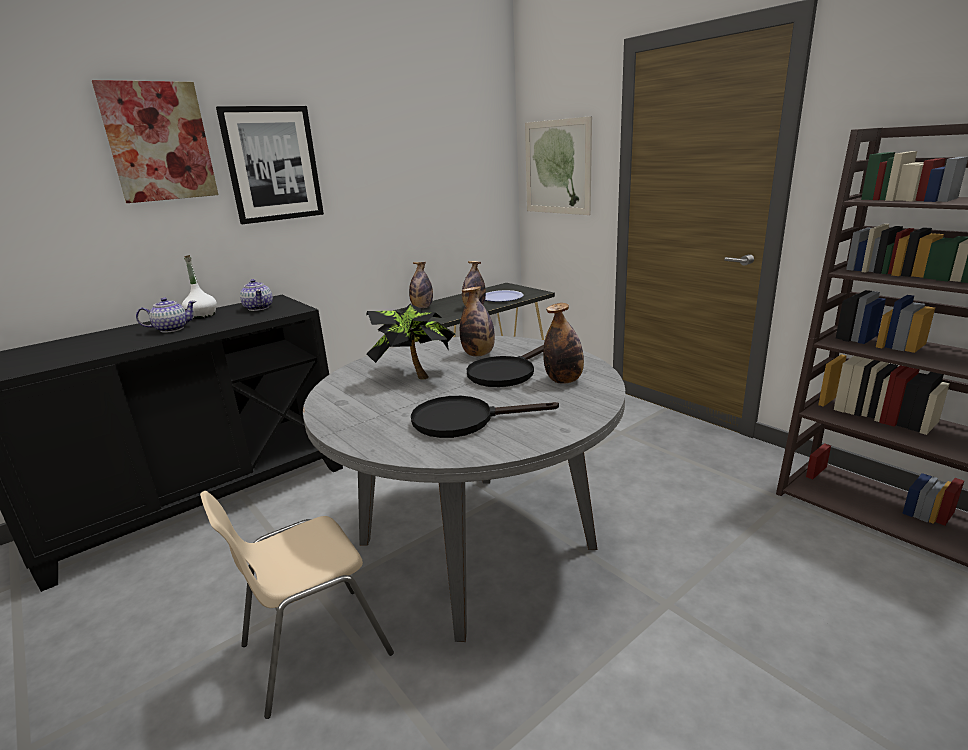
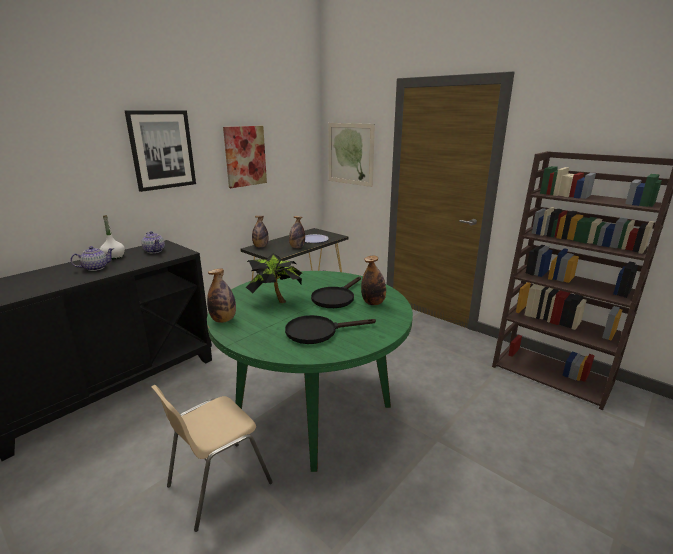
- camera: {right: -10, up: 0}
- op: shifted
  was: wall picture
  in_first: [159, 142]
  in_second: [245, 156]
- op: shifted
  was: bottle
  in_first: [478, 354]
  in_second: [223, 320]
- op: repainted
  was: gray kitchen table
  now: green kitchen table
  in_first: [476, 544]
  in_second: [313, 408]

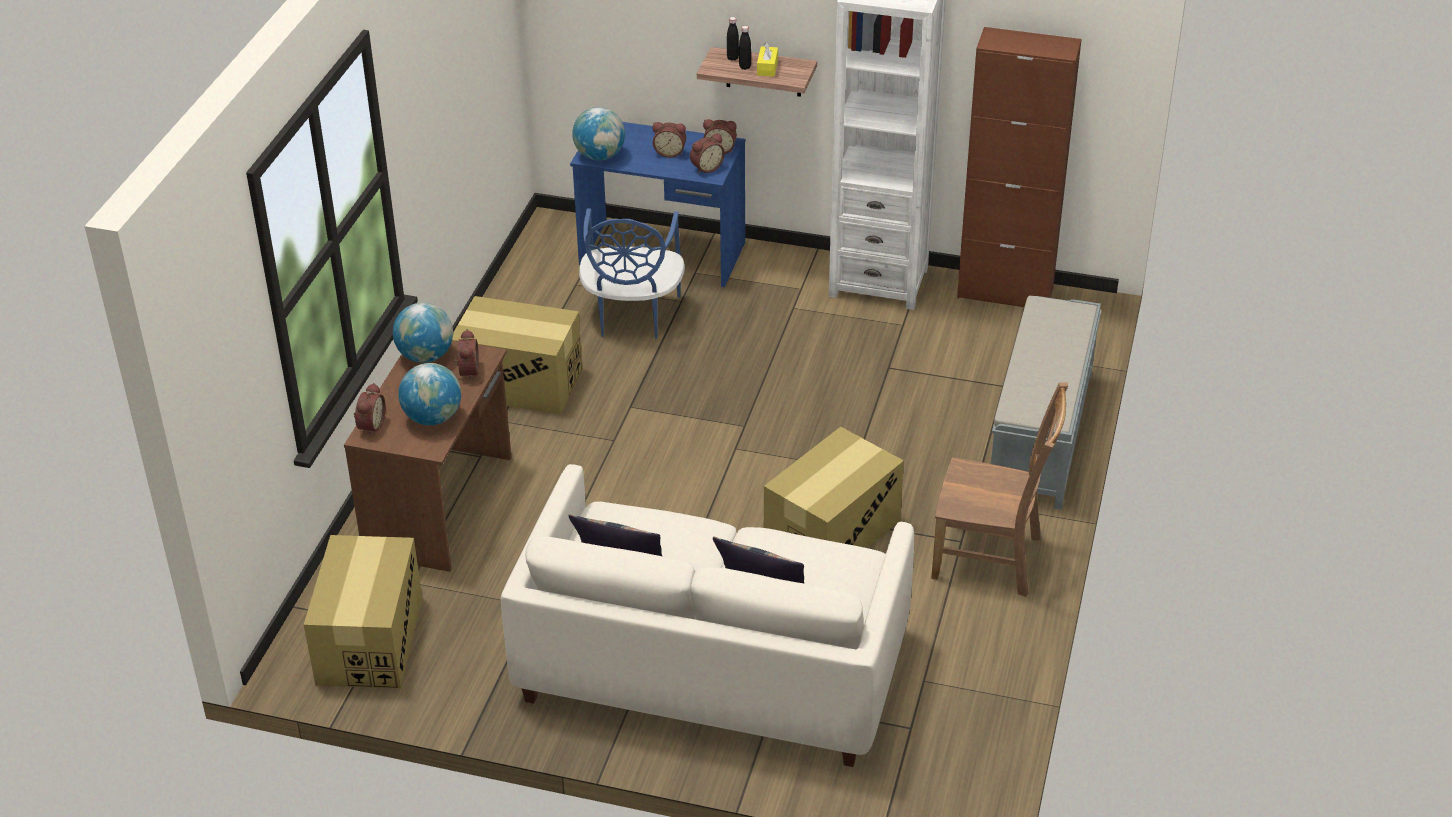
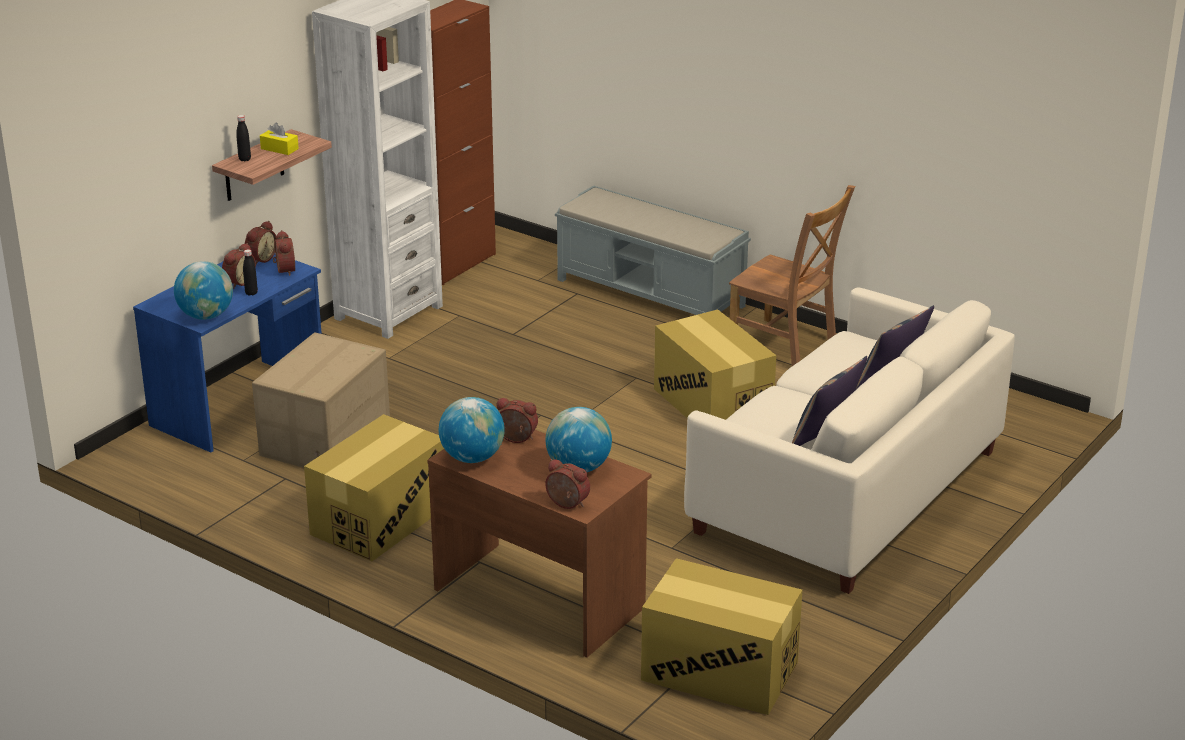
- camera: {right: -70, up: -10}
- op: shifted
  was: black-coloured bottle
  in_first: [745, 67]
  in_second: [251, 293]
- op: swapped
  was: blue chair
  now: carton
  in_first: [632, 316]
  in_second: [326, 439]
- op: rotated
  was: brown-coloured chair
  in_first: [991, 559]
  in_second: [786, 346]
  clockwise: 90

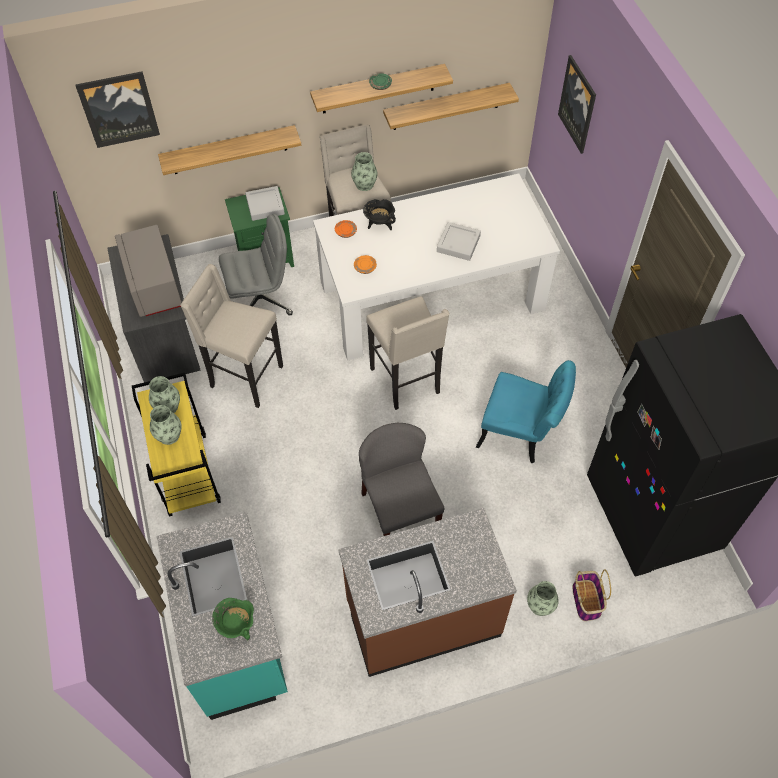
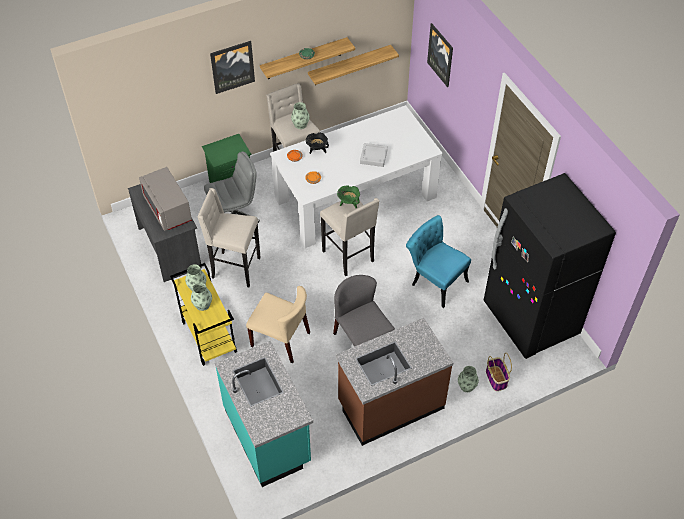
- camera: {right: -10, up: -5}
- op: gone
  was: wall shelf
  in_first: [229, 150]
- op: gone
  was: gray serving tray
  in_first: [265, 206]
- op: new
  now: beige chair
  in_second: [281, 339]
- op: shifted
  was: wall picture
  in_first: [118, 109]
  in_second: [232, 66]
- op: shifted
  was: green cooking pot
  in_first: [237, 626]
  in_second: [348, 203]
- op: rotated
  was: turquoise chair
  in_first: [521, 434]
  in_second: [434, 280]
  clockwise: -150

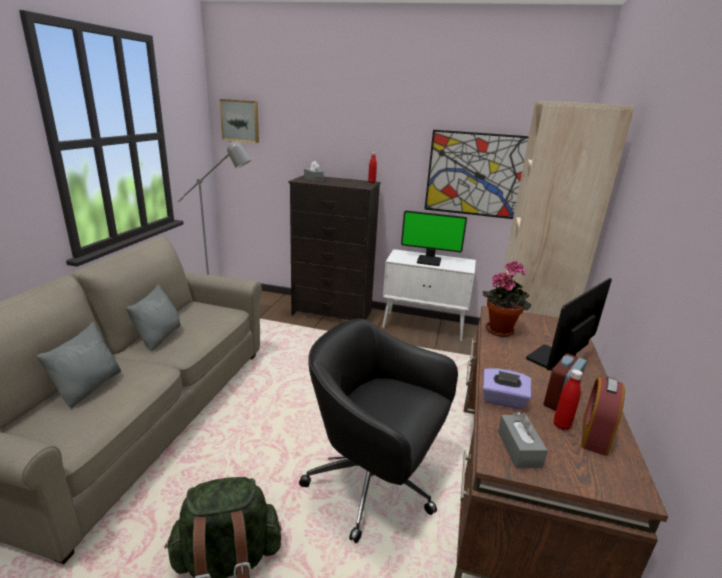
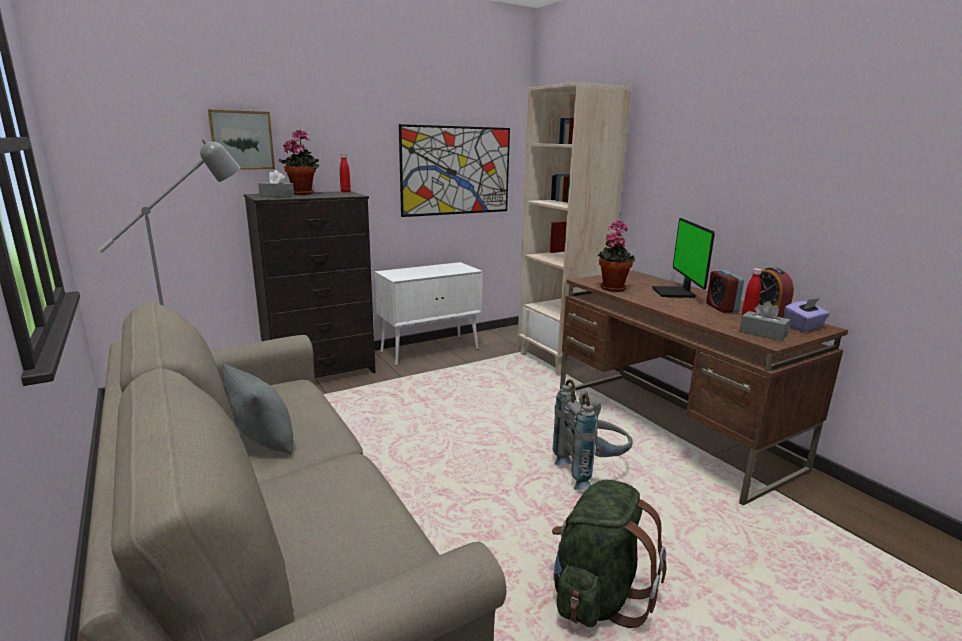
- camera: {right: -45, up: -5}
- op: gone
  was: gray pillow
  in_first: [89, 387]
- op: gone
  was: computer screen
  in_first: [429, 260]
- op: new
  now: plant in a pot
  in_second: [303, 193]
- op: shifted
  was: wall picture
  in_first: [240, 120]
  in_second: [242, 140]
- op: shifted
  was: purple-coloured tissue box
  in_first: [503, 400]
  in_second: [803, 327]
- op: swapped
  was: black-coloured office chair
  now: gray backpack
  in_first: [374, 484]
  in_second: [590, 472]

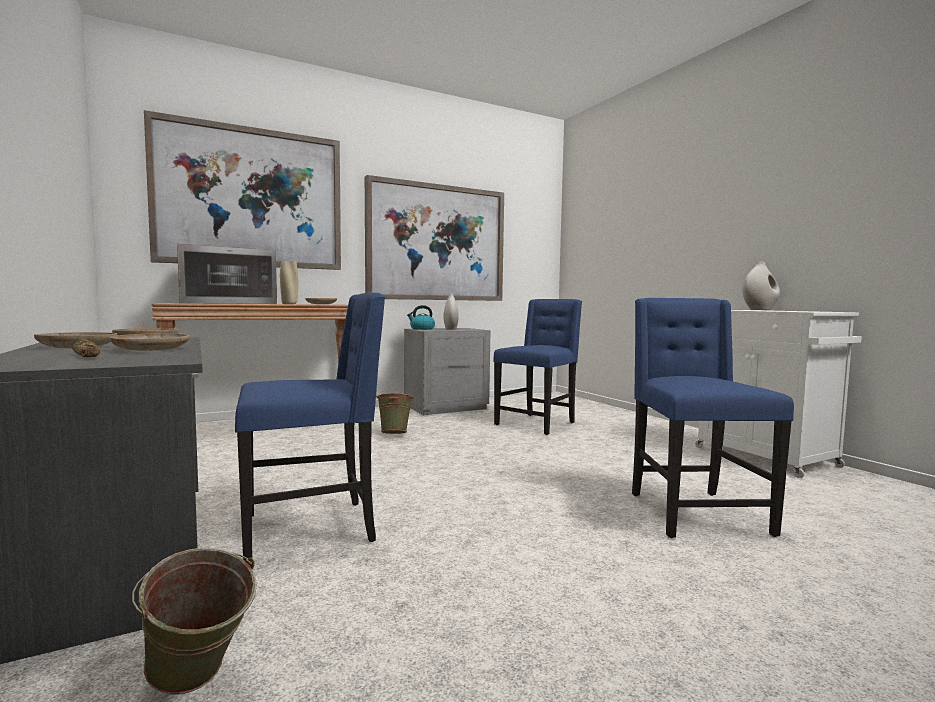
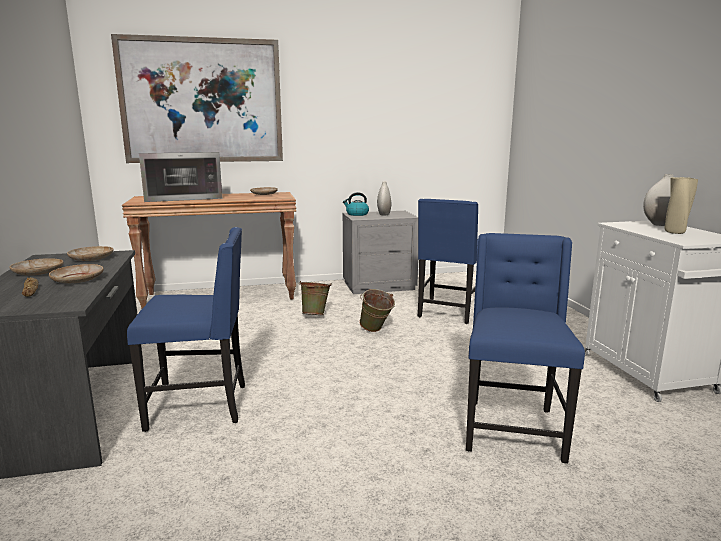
- camera: {right: 15, up: 10}
- op: gone
  was: wall picture
  in_first: [436, 243]
- op: shifted
  was: green water bucket
  in_first: [198, 685]
  in_second: [376, 331]
- op: shifted
  was: beige vase
  in_first: [289, 304]
  in_second: [675, 232]
- op: rotated
  was: blue chair
  in_first: [537, 423]
  in_second: [449, 312]
  clockwise: 150

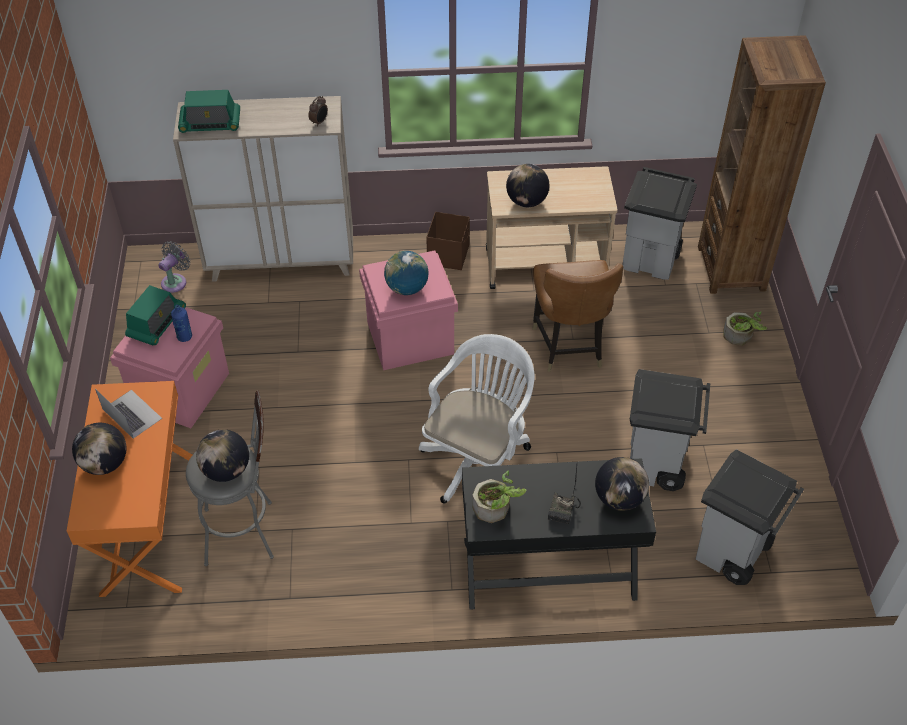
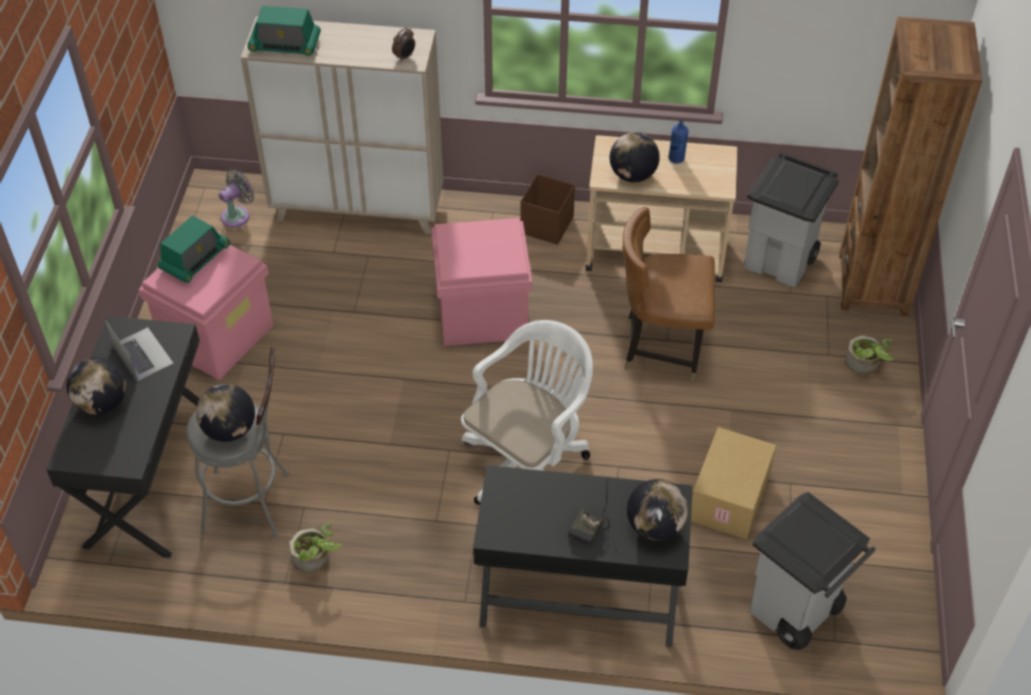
- camera: {right: 10, up: 0}
- op: gone
  was: world globe
  in_first: [407, 288]
- op: shifted
  was: blue bottle
  in_first: [185, 337]
  in_second: [676, 159]
- op: shifted
  was: plant in a pot
  in_first: [496, 508]
  in_second: [315, 559]
- op: swapped
  was: gray rubbish bin
  now: carton
  in_first: [656, 465]
  in_second: [730, 498]
- op: repainted
  was: orange desk unit
  now: black-coloured desk unit
  in_first: [147, 523]
  in_second: [150, 477]
- op: rotated
  was: brown-coloured chair
  in_first: [569, 346]
  in_second: [661, 348]
  clockwise: 90

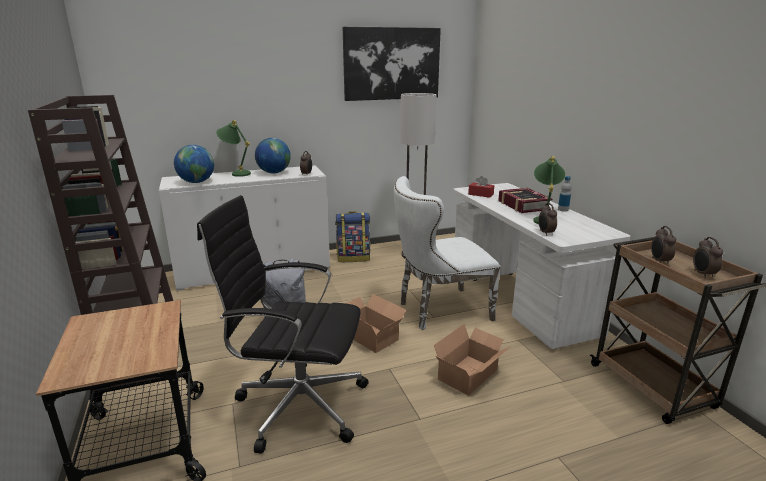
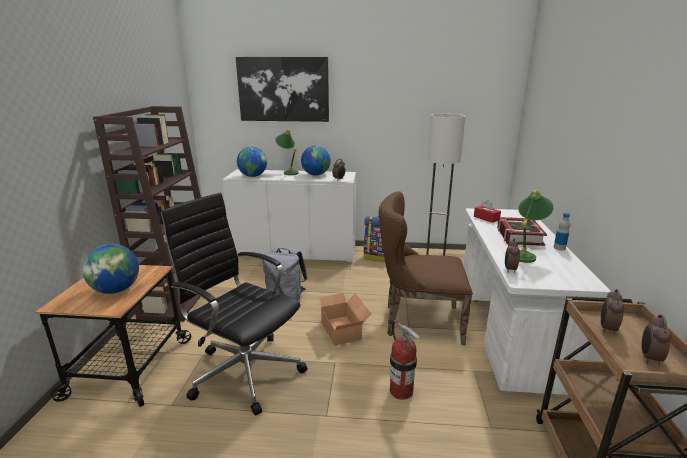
- camera: {right: 25, up: 0}
- op: new
  now: world globe
  in_second: [116, 290]
- op: shifted
  was: wall picture
  in_first: [392, 64]
  in_second: [283, 89]
- op: swapped
  was: carton
  now: fire extinguisher
  in_first: [470, 375]
  in_second: [401, 391]
- op: repainted
  was: white-coloured chair
  now: brown-coloured chair
  in_first: [438, 311]
  in_second: [417, 322]

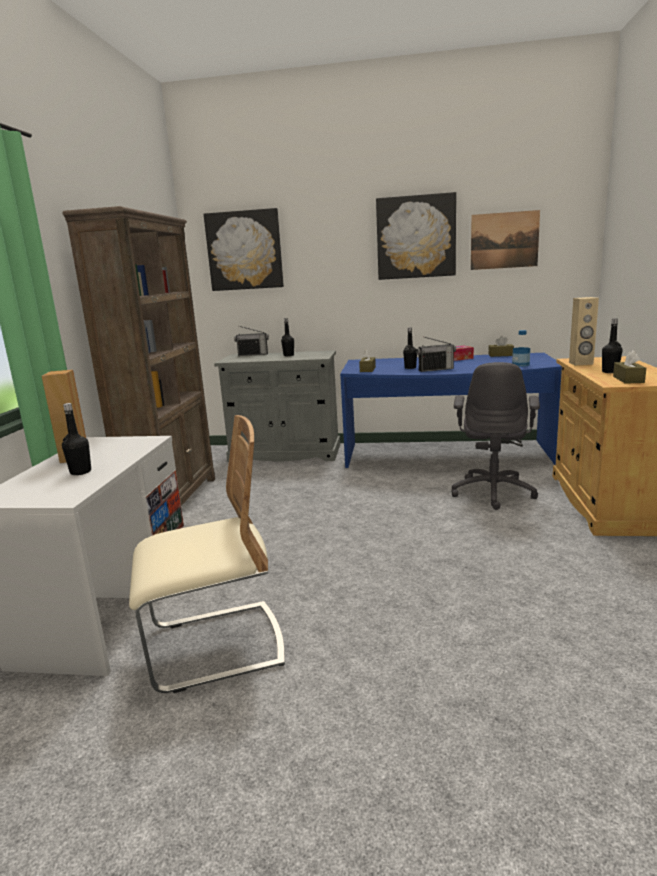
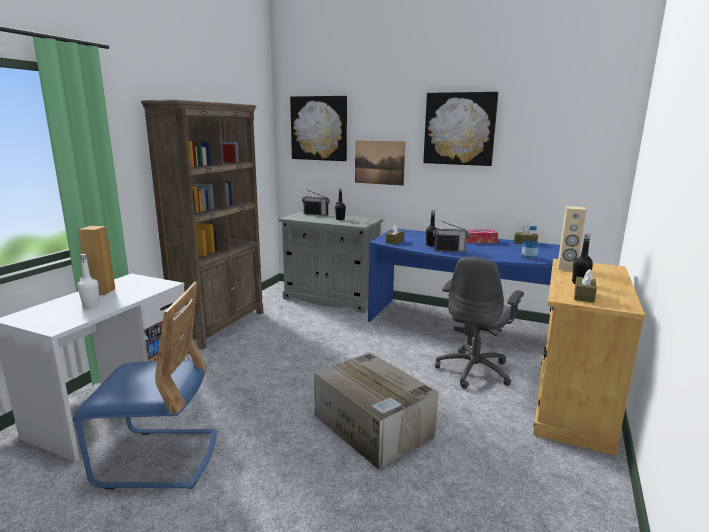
- camera: {right: 15, up: 0}
- op: new
  now: carton
  in_second: [374, 426]
- op: shifted
  was: wall picture
  in_first: [504, 240]
  in_second: [379, 162]
- op: repainted
  was: black-coloured bottle
  now: white-coloured bottle
  in_first: [80, 472]
  in_second: [91, 305]
- op: repainted
  was: beige chair
  now: blue chair
  in_first: [215, 646]
  in_second: [158, 458]

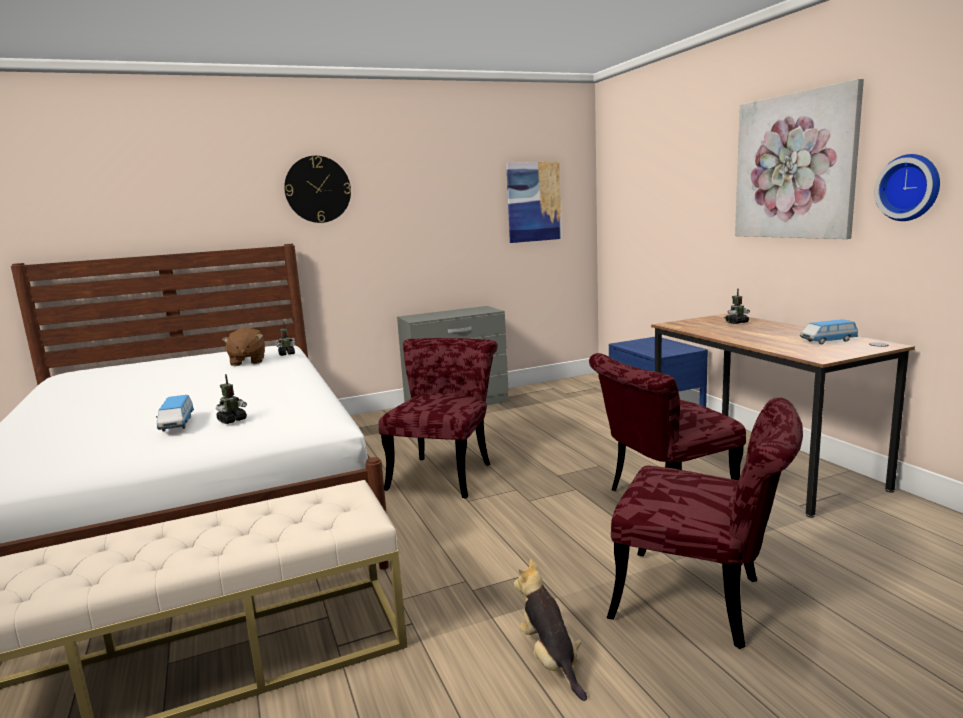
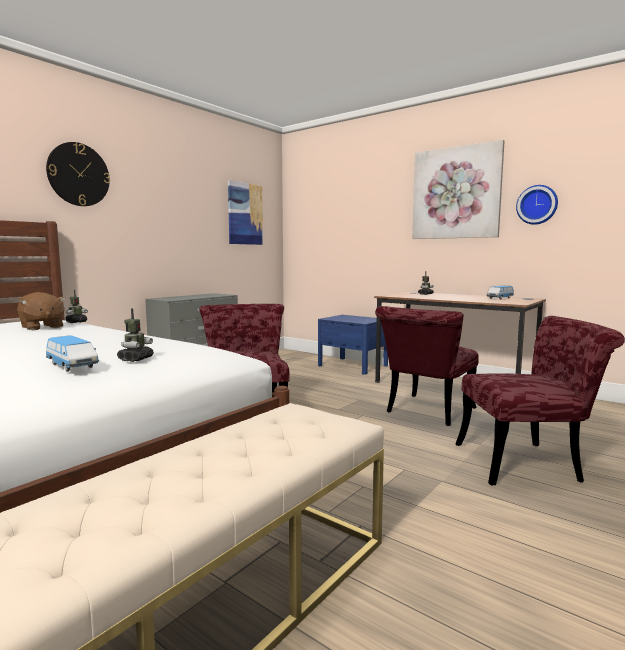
- camera: {right: -30, up: -5}
- op: gone
  was: plush toy
  in_first: [551, 660]

